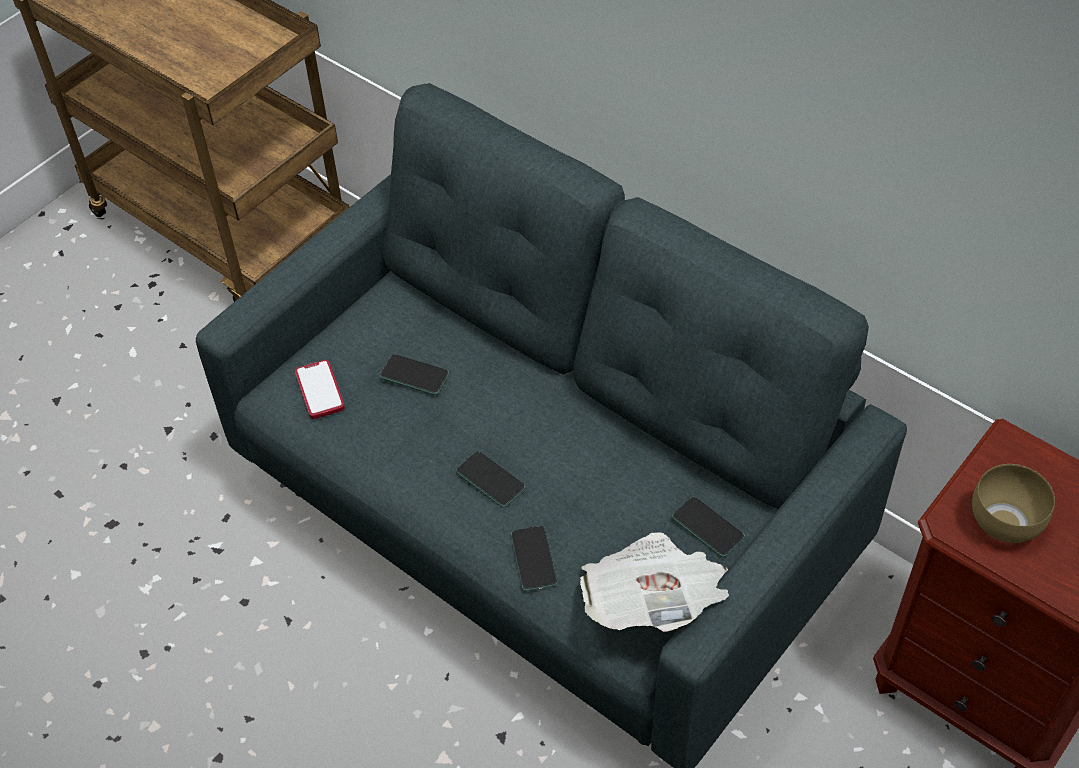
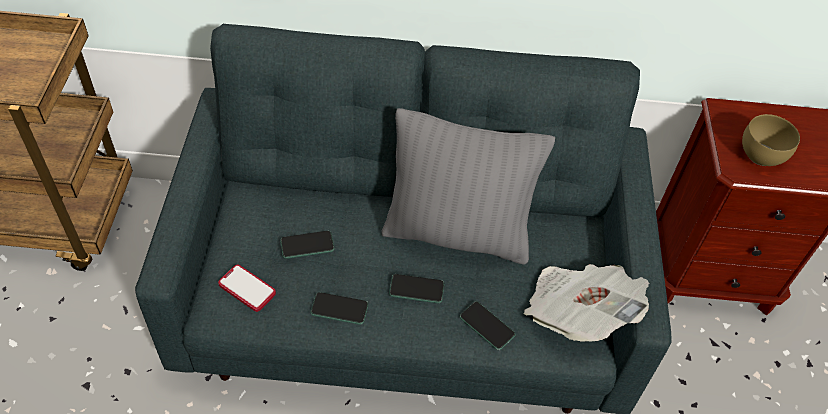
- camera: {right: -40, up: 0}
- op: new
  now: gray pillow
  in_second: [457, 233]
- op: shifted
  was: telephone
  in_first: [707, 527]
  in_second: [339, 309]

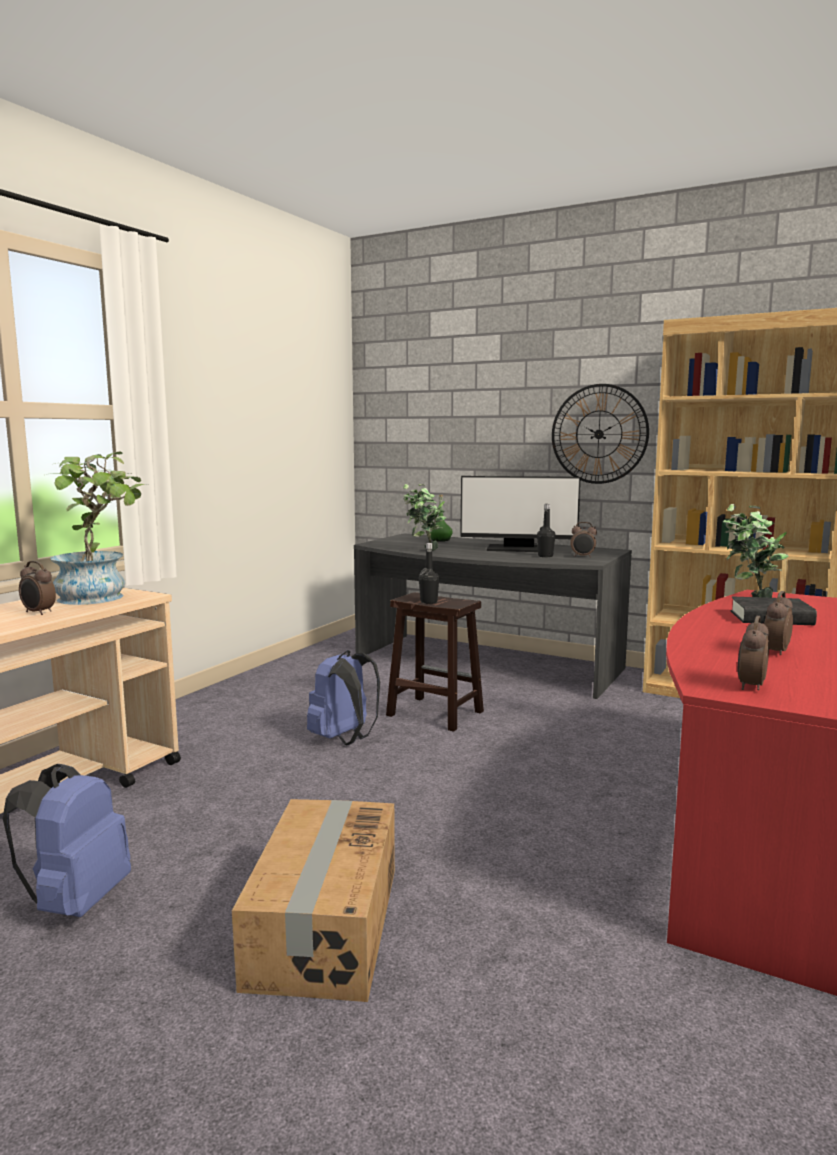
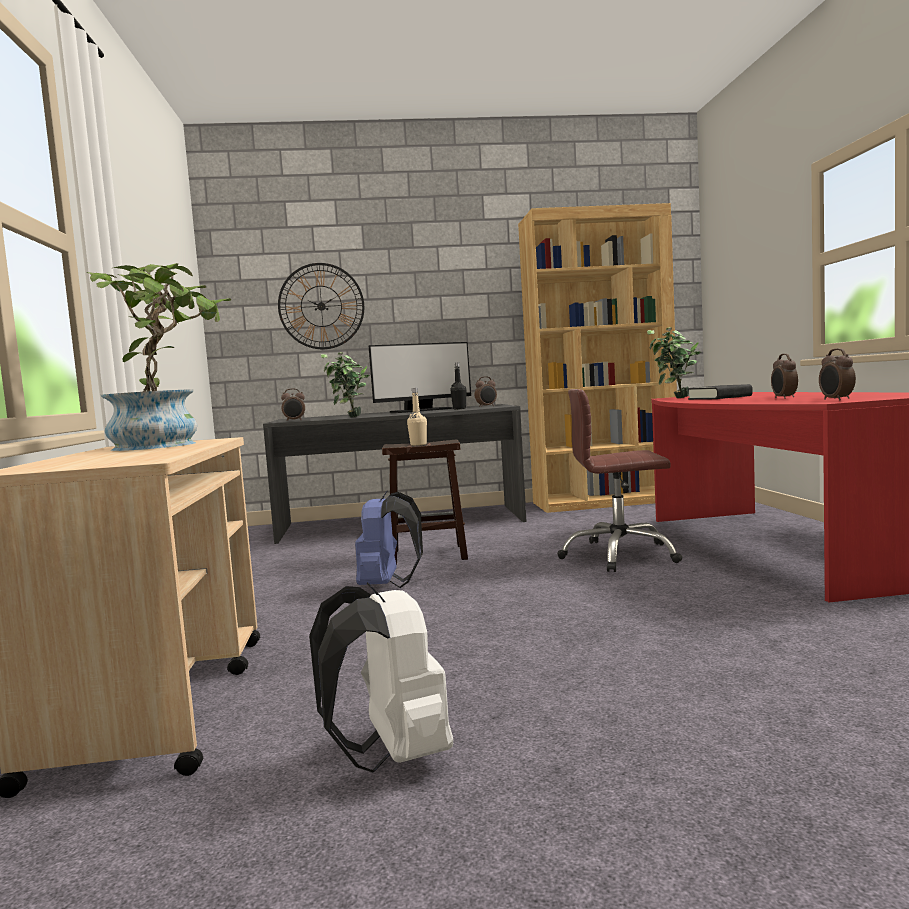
- camera: {right: -35, up: -5}
- op: gone
  was: carton
  in_first: [323, 925]
- op: gone
  was: green bottle
  in_first: [440, 540]
- op: new
  now: brown-coloured office chair
  in_second: [619, 555]
- op: shifted
  was: alarm clock
  in_first: [38, 613]
  in_second: [294, 420]
- op: shifted
  was: wall clock
  in_first: [599, 434]
  in_second: [321, 306]
- op: repainted
  was: blue backpack
  now: white-coloured backpack
  in_first: [76, 901]
  in_second: [392, 755]
- op: repainted
  was: black-coloured bottle
  now: beige bottle
  in_first: [428, 602]
  in_second: [418, 444]

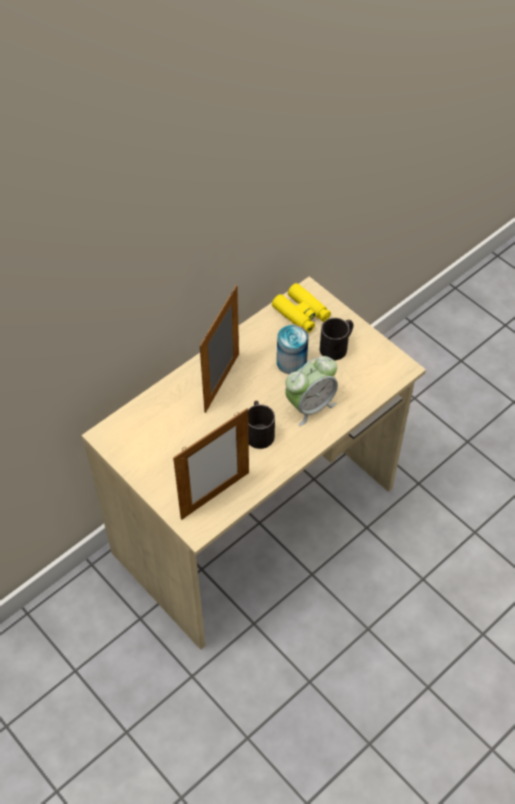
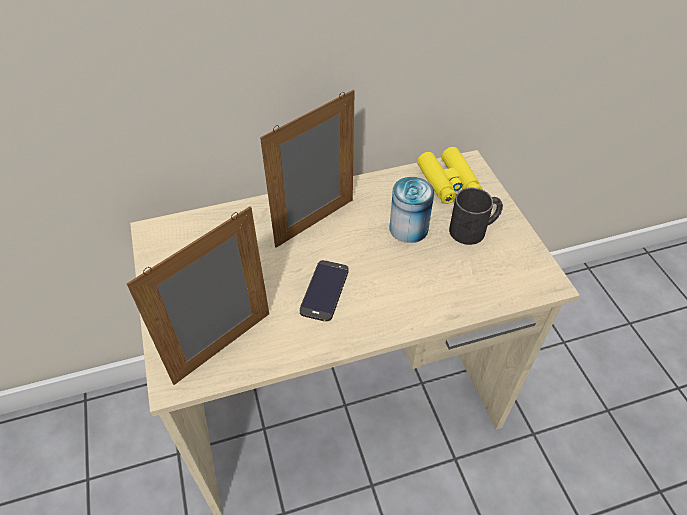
- camera: {right: 25, up: -5}
- op: gone
  was: alarm clock
  in_first: [310, 406]
- op: swapped
  was: black-coloured tea mug
  now: telephone
  in_first: [258, 431]
  in_second: [324, 290]
- op: rotated
  was: standing frame
  in_first: [215, 495]
  in_second: [223, 347]
  clockwise: 150

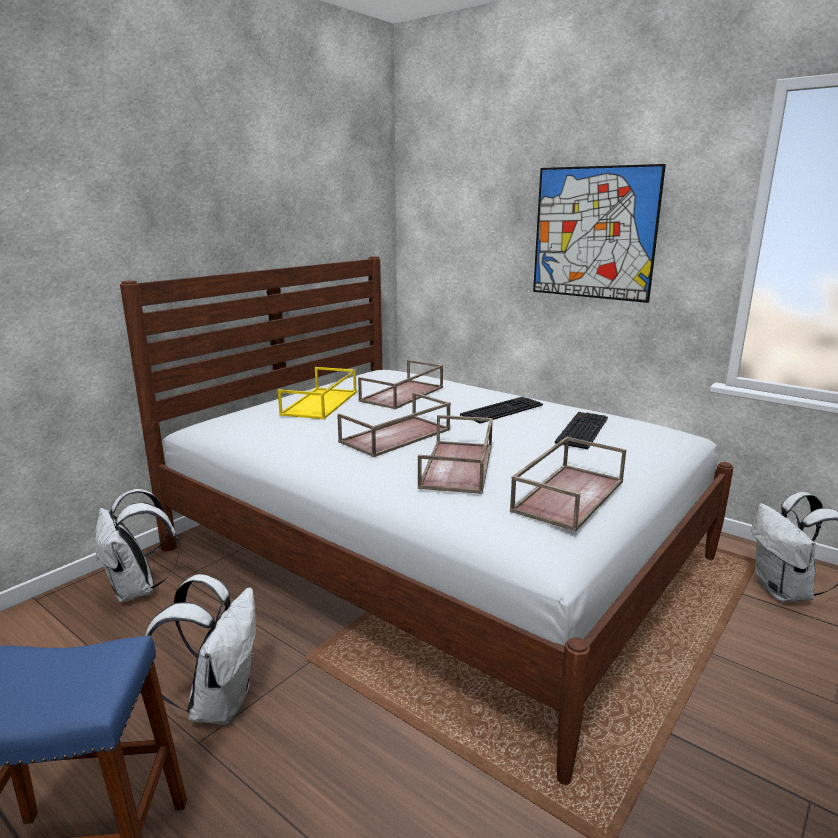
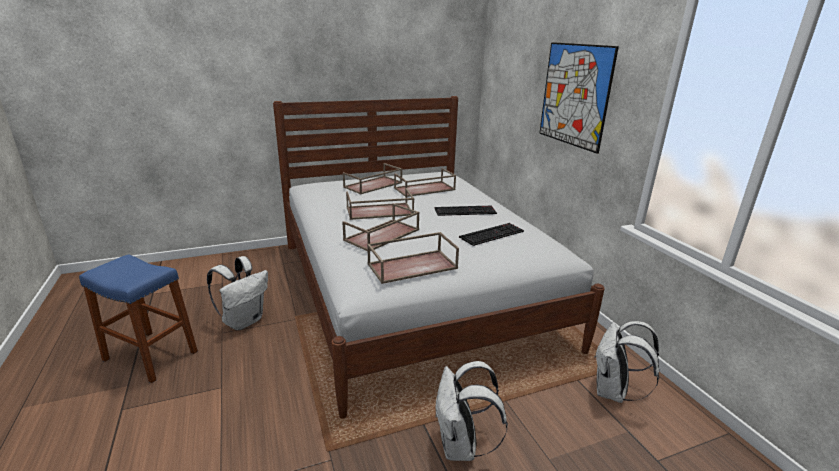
- camera: {right: 30, up: 5}
- op: shifted
  was: white-coloured backpack
  in_first: [138, 590]
  in_second: [461, 446]
- op: repainted
  was: yellow serving tray
  now: brown-coloured serving tray
  in_first: [320, 403]
  in_second: [373, 185]

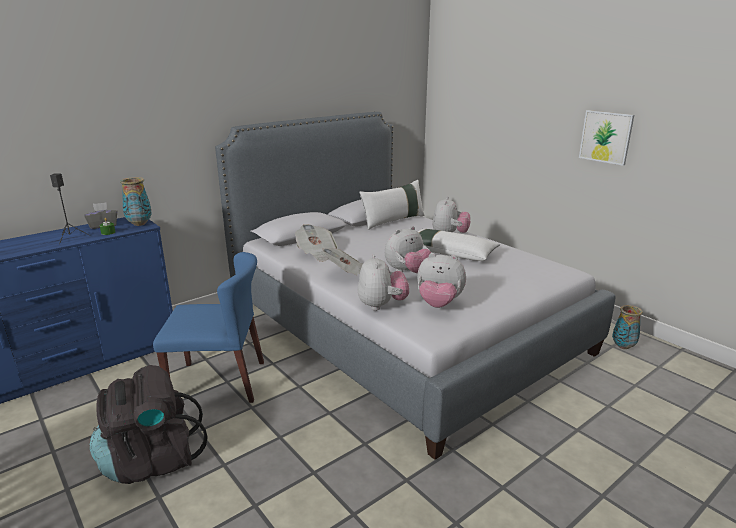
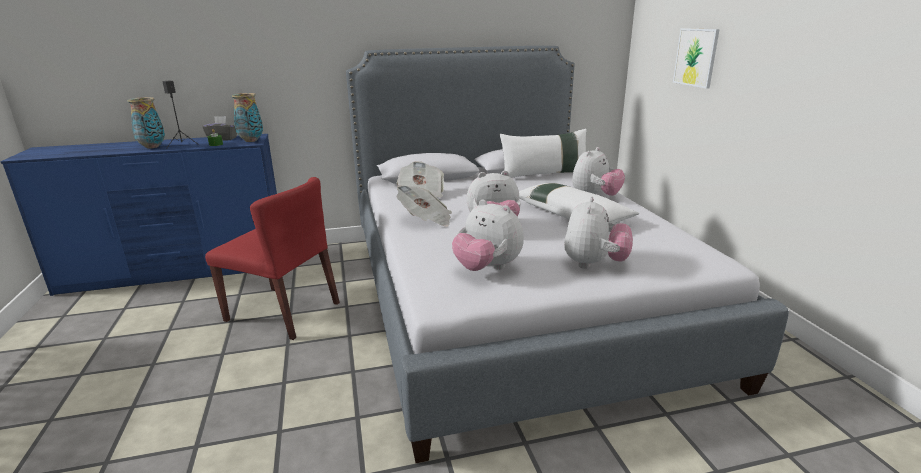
- camera: {right: 25, up: 0}
- op: gone
  was: black-coloured backpack
  in_first: [152, 460]
- op: shifted
  was: plush toy
  in_first: [382, 305]
  in_second: [594, 264]
- op: shifted
  was: wall picture
  in_first: [606, 137]
  in_second: [696, 57]
- op: shifted
  was: vase
  in_first: [623, 346]
  in_second: [152, 147]
- op: repainted
  was: blue chair
  now: red chair
  in_first: [219, 381]
  in_second: [284, 312]

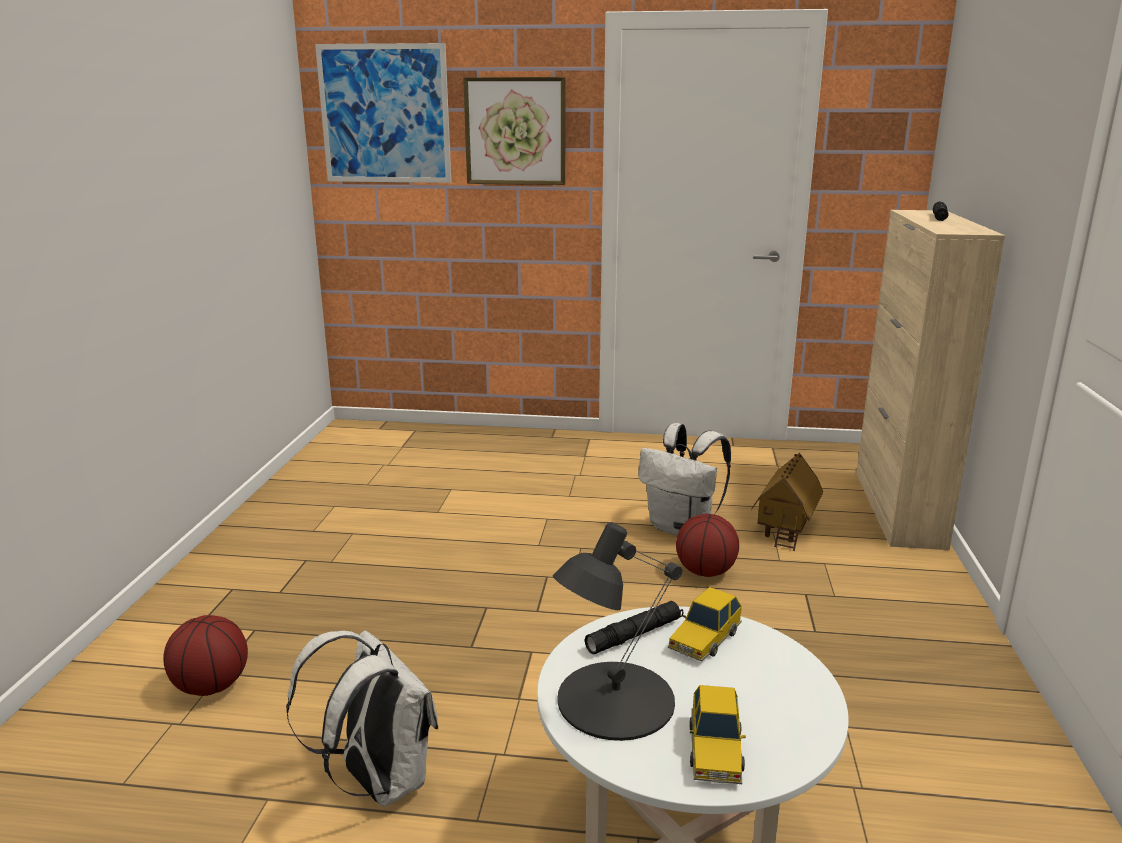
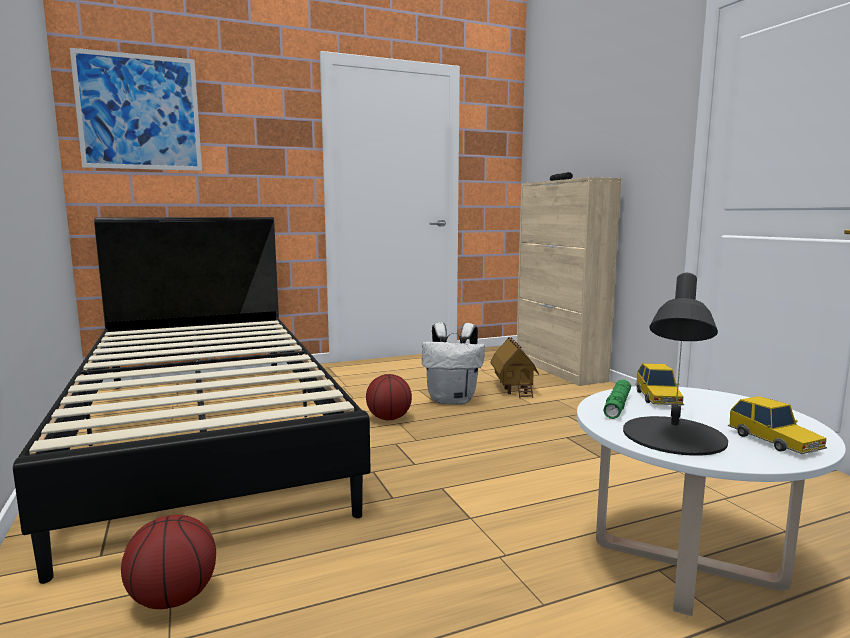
- camera: {right: -30, up: -10}
- op: gone
  was: white-coloured backpack
  in_first: [377, 781]
- op: gone
  was: wall picture
  in_first: [515, 131]
- op: new
  now: black-coloured bed
  in_second: [206, 433]
- op: shifted
  was: basketball ball
  in_first: [706, 572]
  in_second: [389, 418]
- op: repainted
  was: black-coloured torch
  now: green torch
  in_first: [634, 635]
  in_second: [617, 405]

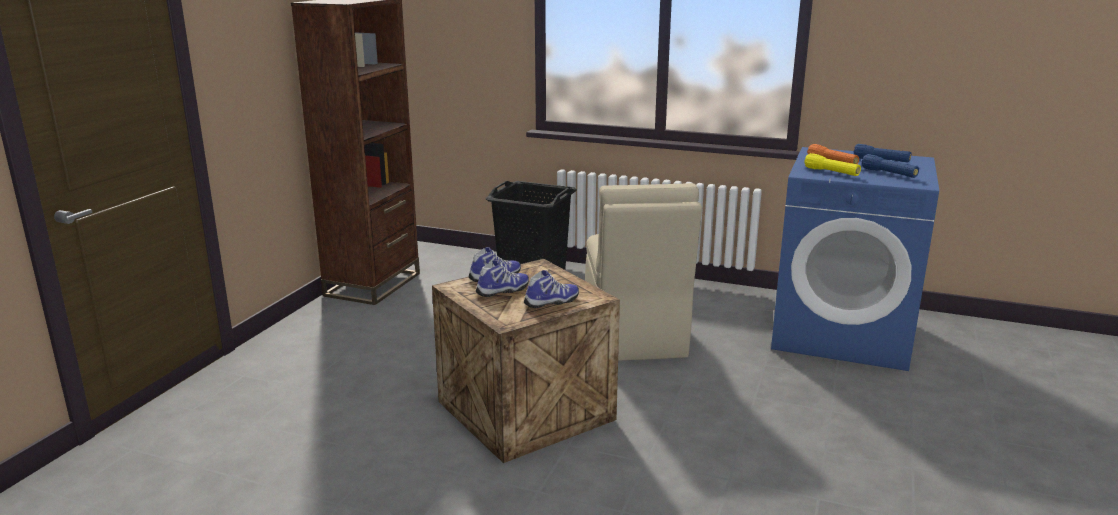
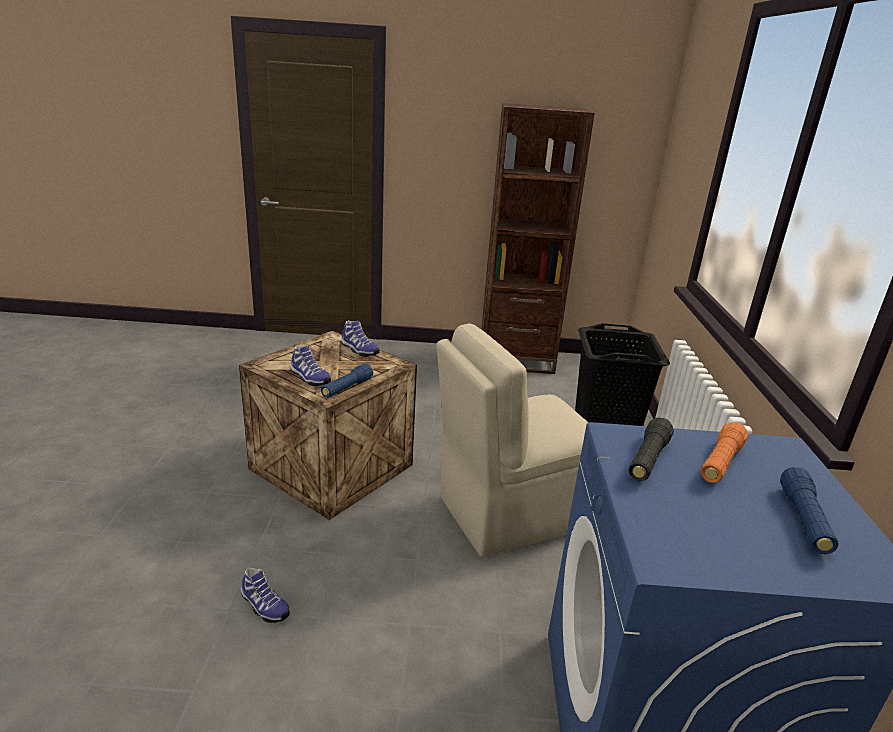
- camera: {right: 70, up: 5}
- op: shifted
  was: low shoe
  in_first: [503, 291]
  in_second: [263, 606]
- op: shifted
  was: blue torch
  in_first: [889, 173]
  in_second: [347, 388]
- op: repainted
  was: yellow torch
  now: black-coloured torch
  in_first: [831, 172]
  in_second: [648, 459]

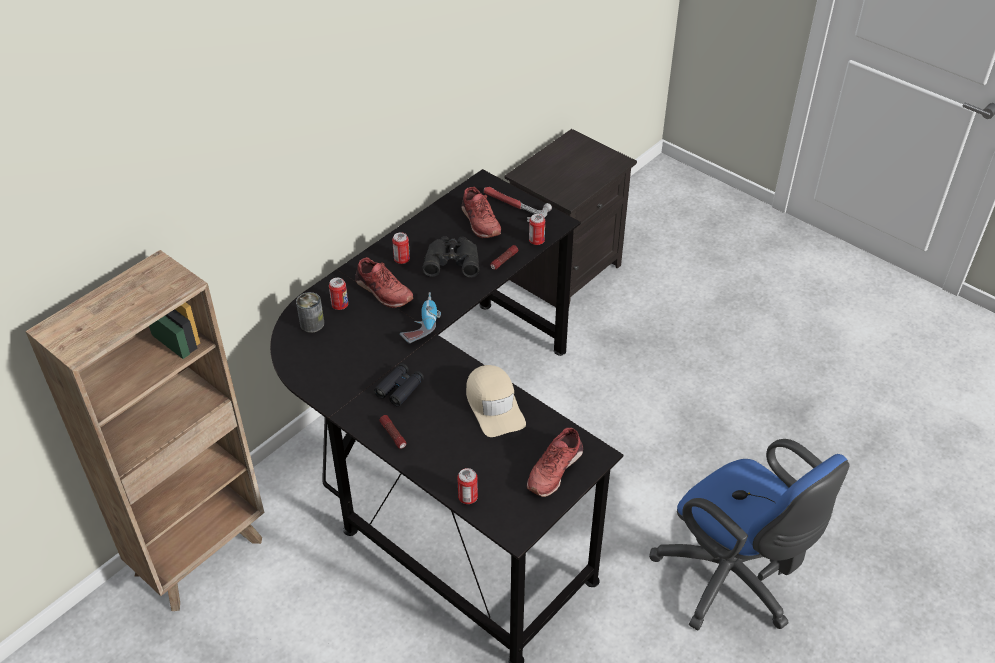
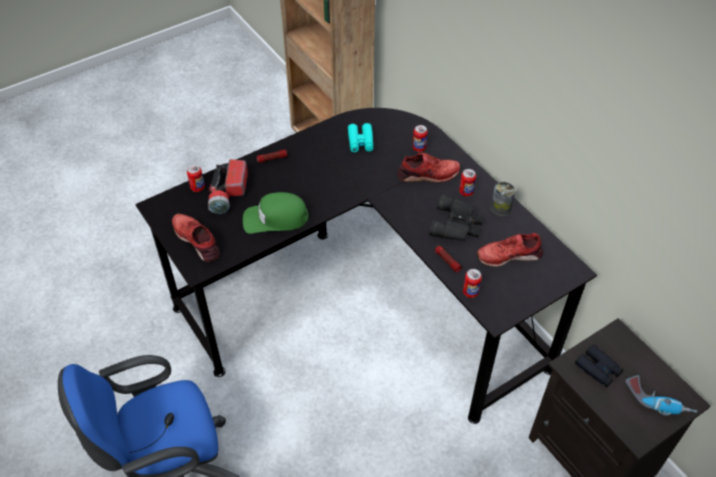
- camera: {right: 105, up: 5}
- op: gone
  was: tool hammer
  in_first: [513, 206]
- op: new
  now: torch
  in_second: [228, 193]
- op: new
  now: turquoise pair of binoculars
  in_second: [360, 141]
- op: shifted
  was: sealed can
  in_first: [312, 324]
  in_second: [500, 208]
- op: shifted
  was: black-coloured pair of binoculars
  in_first: [400, 388]
  in_second: [598, 369]
- op: shifted
  was: electric drill
  in_first: [421, 324]
  in_second: [658, 401]
- op: repainted
  was: beige peaked cap
  now: green peaked cap
  in_first: [494, 406]
  in_second: [275, 218]
- op: rotated
  was: red low shoe
  in_first: [383, 291]
  in_second: [428, 174]
  clockwise: -150

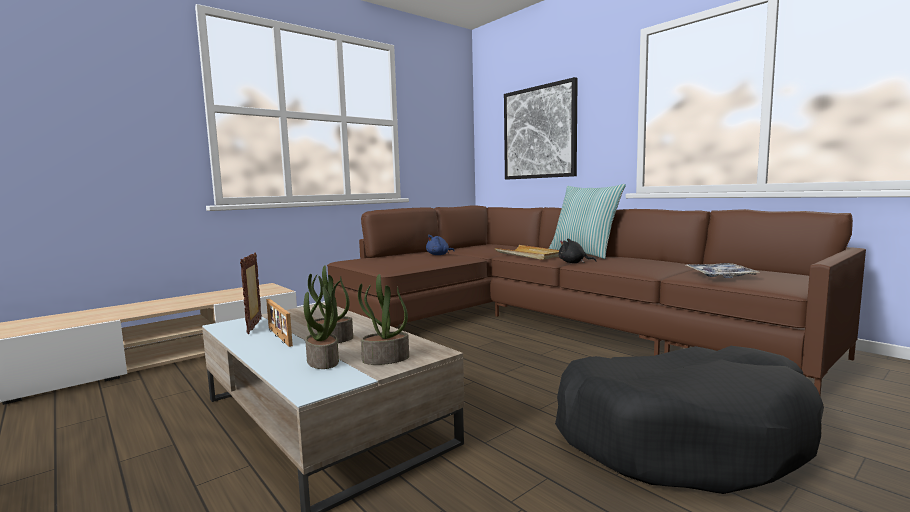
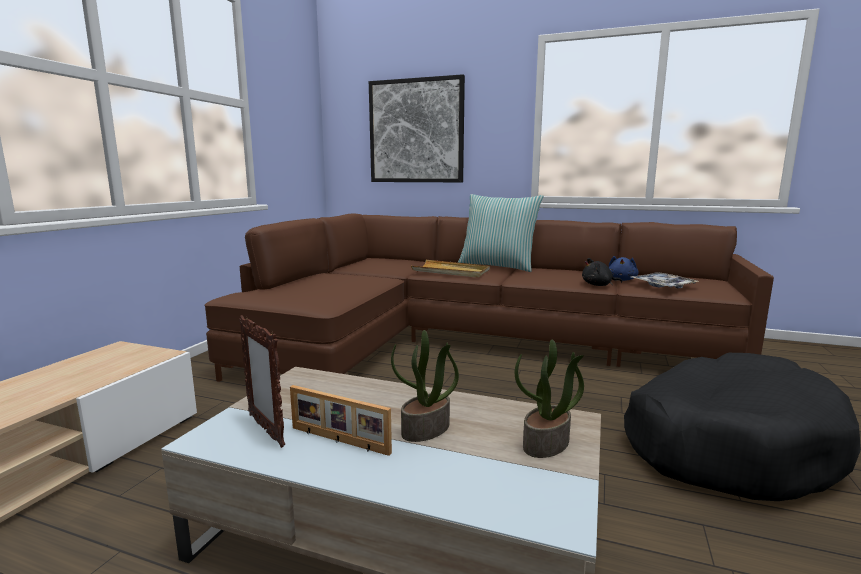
- camera: {right: -30, up: 5}
- op: gone
  was: plant in a pot
  in_first: [324, 361]
- op: shifted
  was: blue plush toy
  in_first: [439, 255]
  in_second: [622, 280]
- op: shifted
  was: black-coloured plush toy
  in_first: [573, 263]
  in_second: [598, 285]

